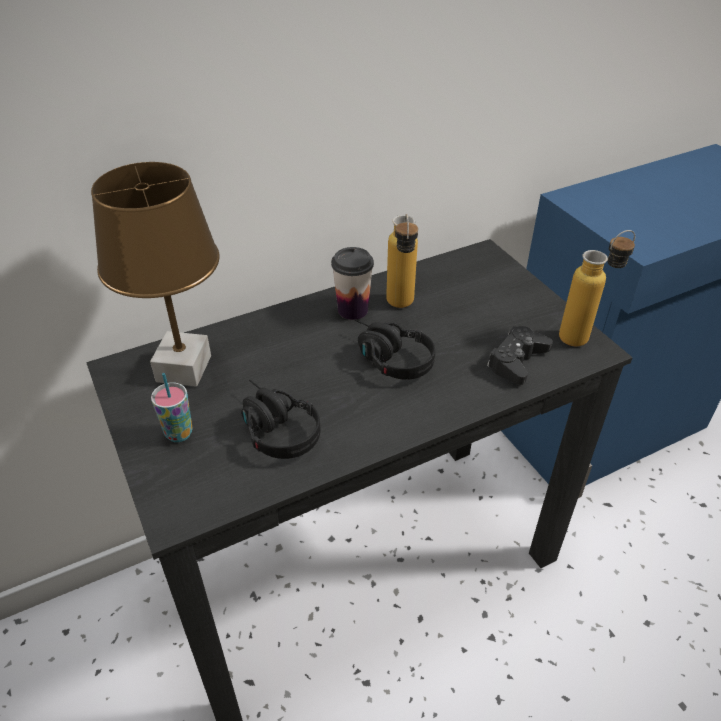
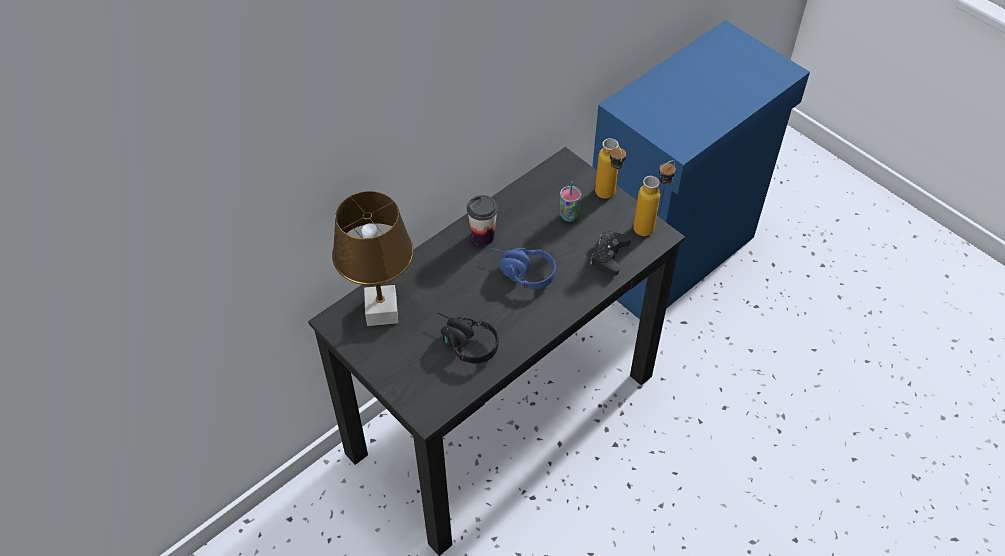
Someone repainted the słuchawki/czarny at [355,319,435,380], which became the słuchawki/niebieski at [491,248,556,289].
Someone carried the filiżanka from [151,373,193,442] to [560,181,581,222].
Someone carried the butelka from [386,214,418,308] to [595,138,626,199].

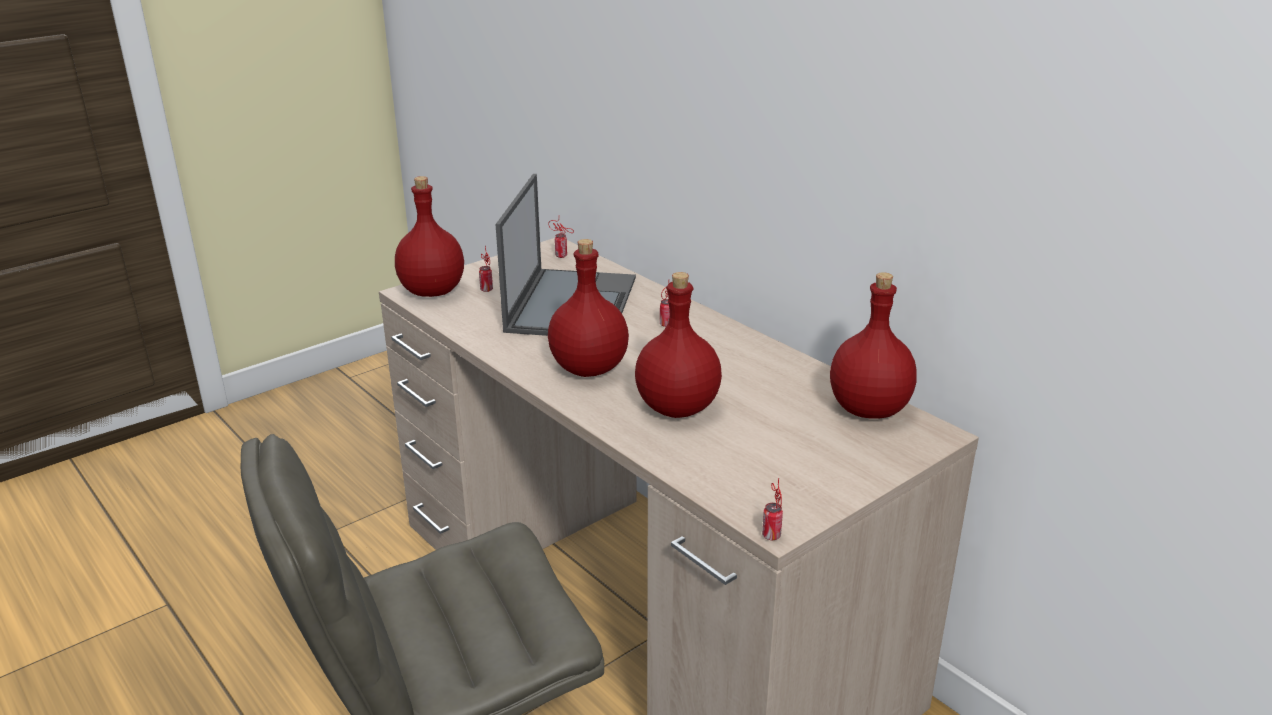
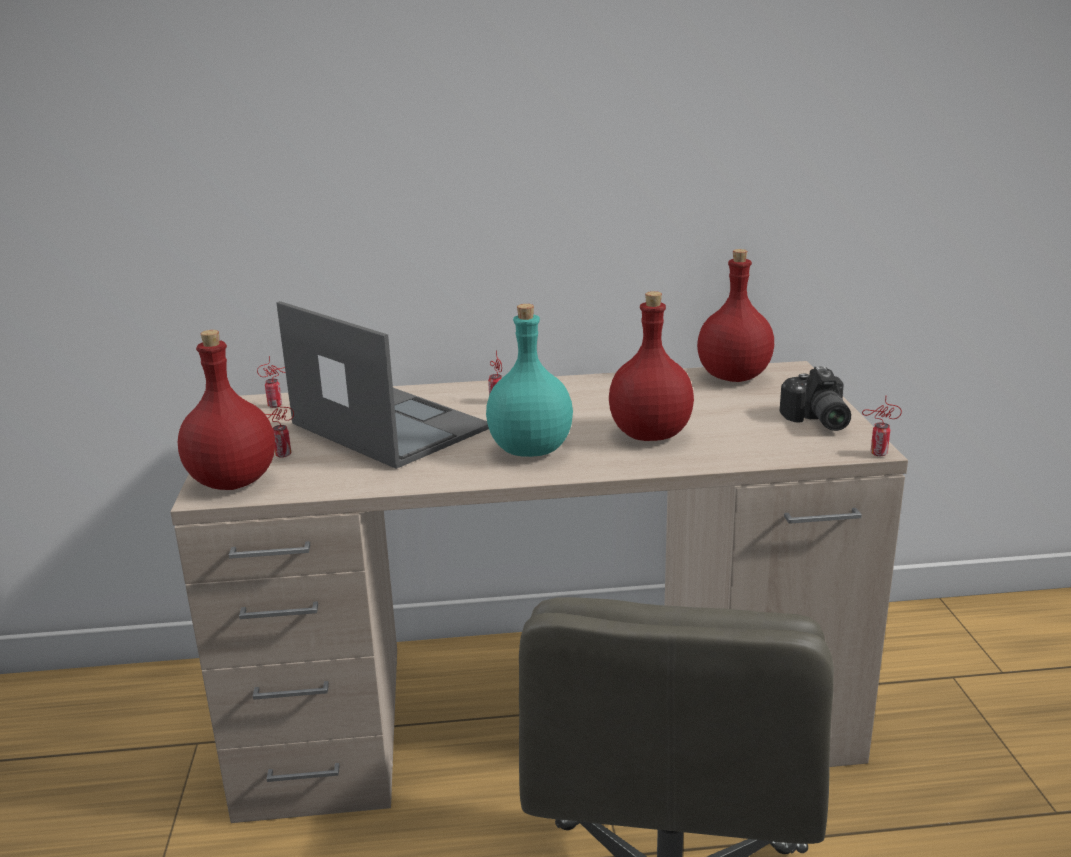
Someone repainted the butelka/czerwony at [548,239,629,377], which became the butelka/turkusowy at [486,304,573,457].
Someone put down the aparat fotograficzny at [780,366,851,431].

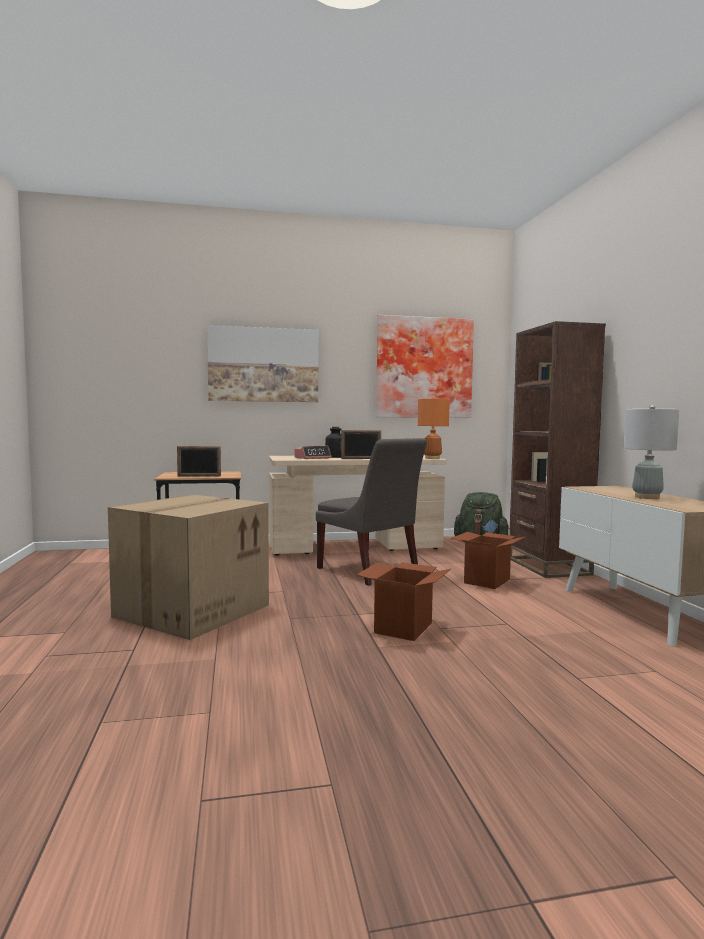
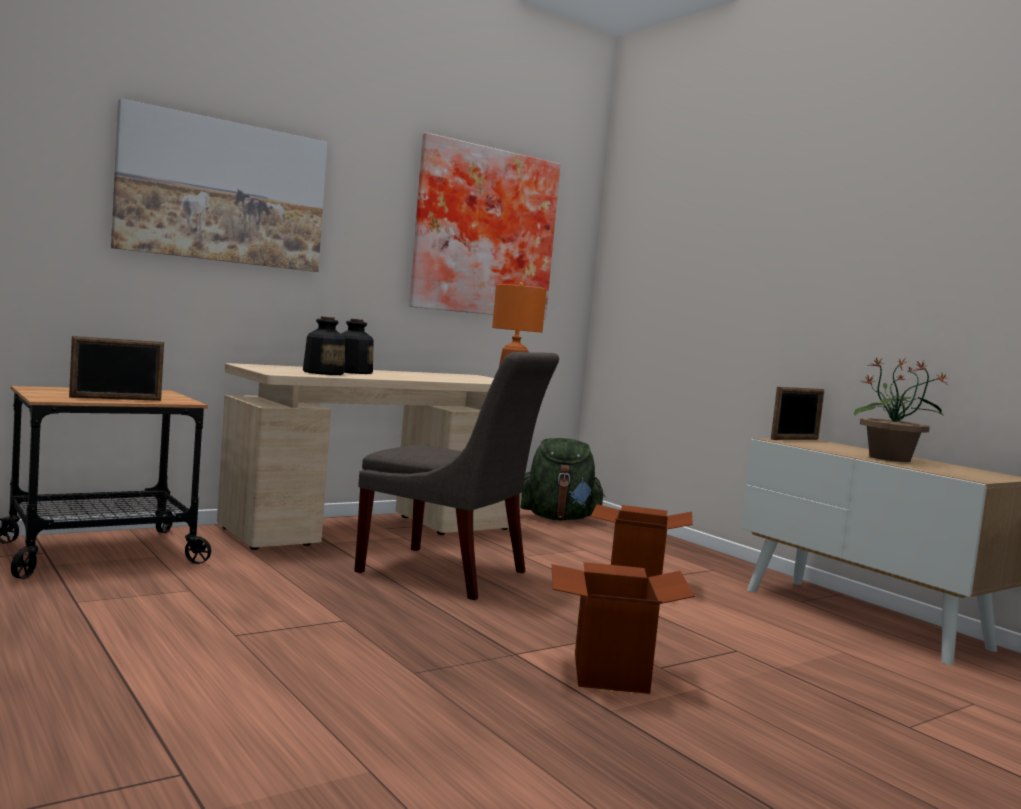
Someone swapped the budzik at [294,446,332,459] for the butelka at [303,316,345,375].
Someone carried the ramka na zdjęcie from [341,430,381,459] to [771,387,824,440].
Someone swapped the lampa stołowa/szary at [624,405,679,499] for the roślina doniczkowa at [854,358,948,462].
Someone took away the karton at [108,495,269,640].
Someone took away the regał/brązowy at [509,321,606,578].

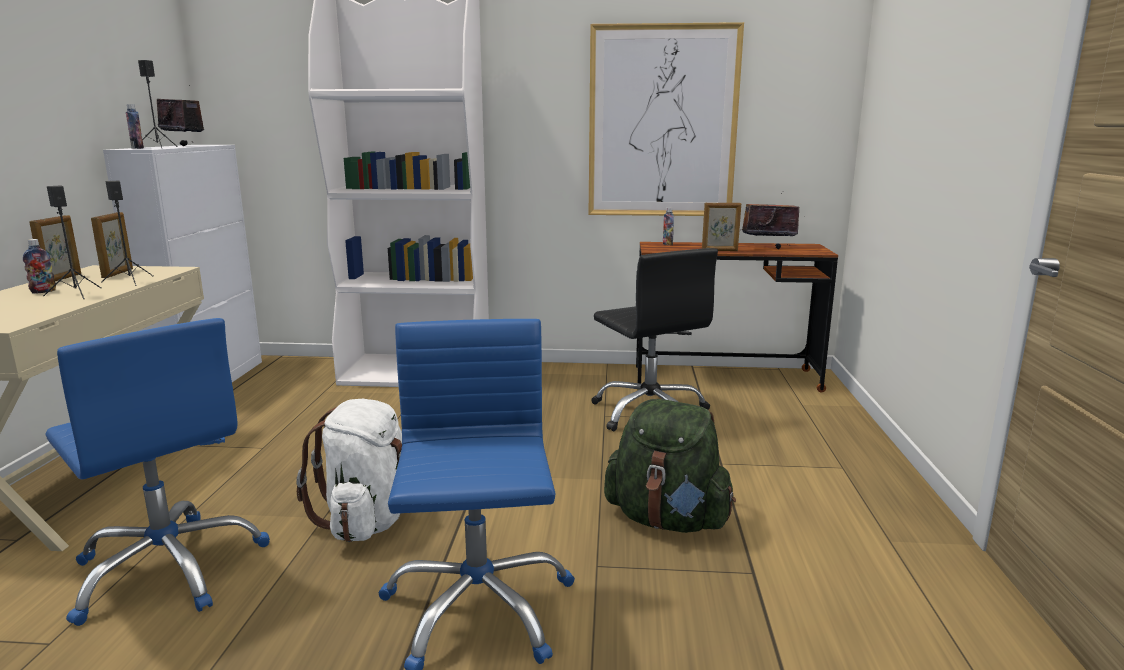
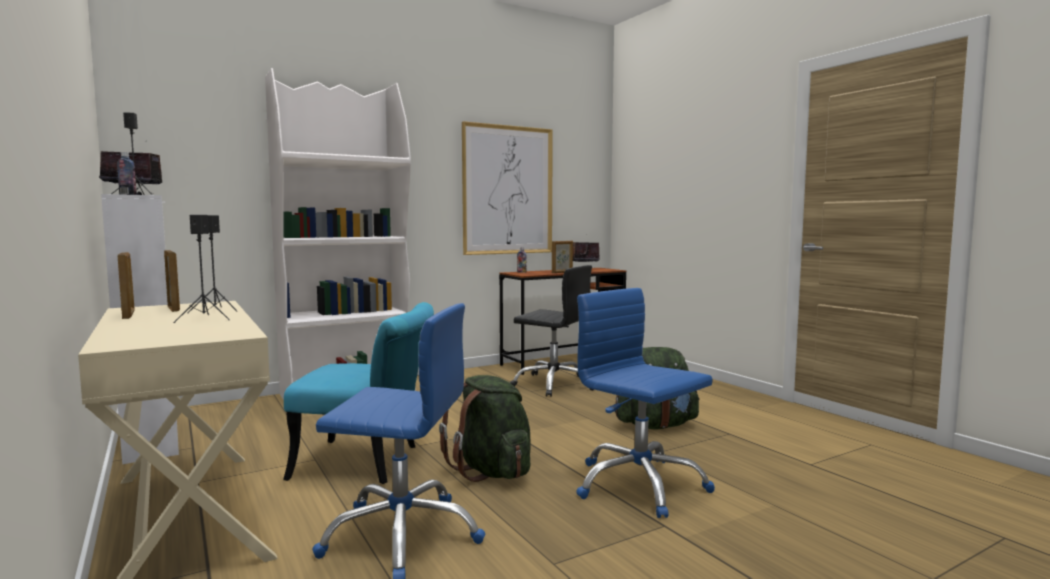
Someone put down the krzesło/turkusowy at [283,302,434,484].
Someone repainted the plecak/biały at [296,399,402,542], which became the plecak/zielony at [439,375,531,482].
Someone took away the butelka at [23,239,56,294].

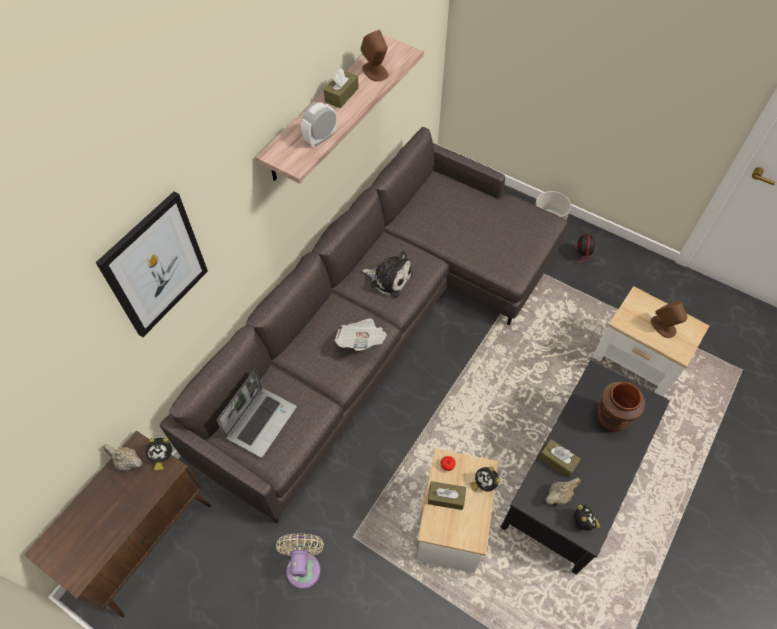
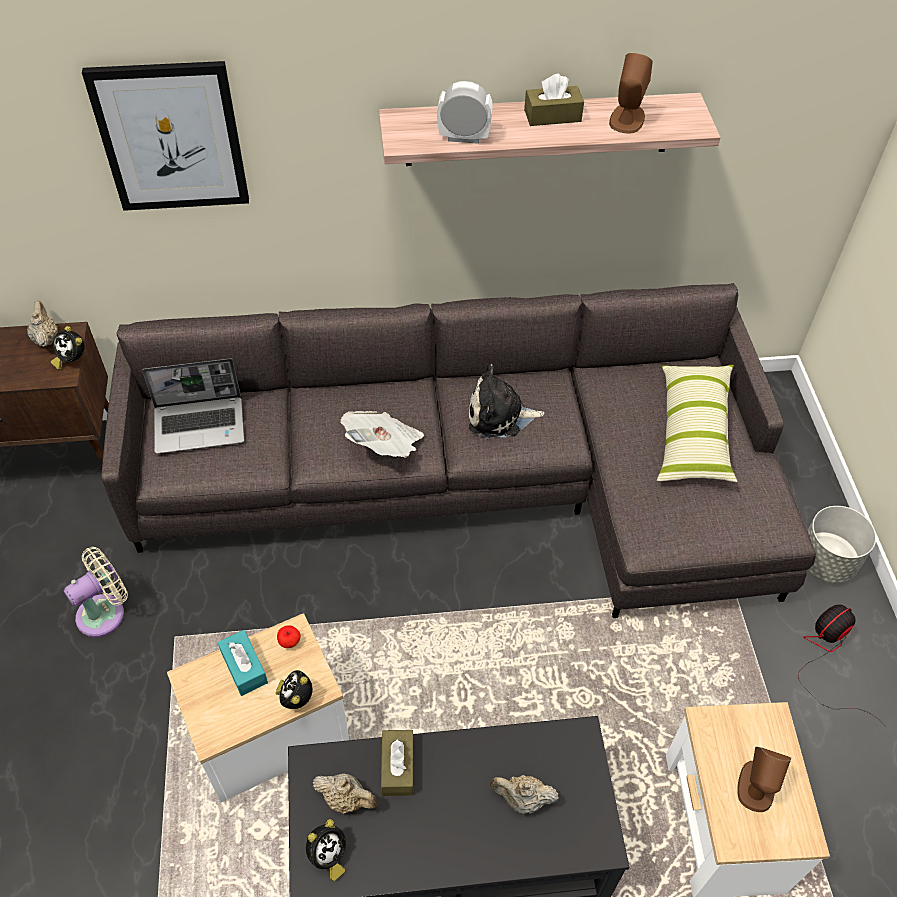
Someone repainted the pudełko chusteczek/brązowy at [428,481,466,510], which became the pudełko chusteczek/turkusowy at [218,630,268,696].
Someone rotated the pluszak at [362,251,413,297] by 105 degrees clockwise.
Someone swapped the wazon/brązowy at [598,382,645,432] for the imbryk/beżowy at [490,775,559,814].
Someone put down the poduszka at [657,365,737,482].

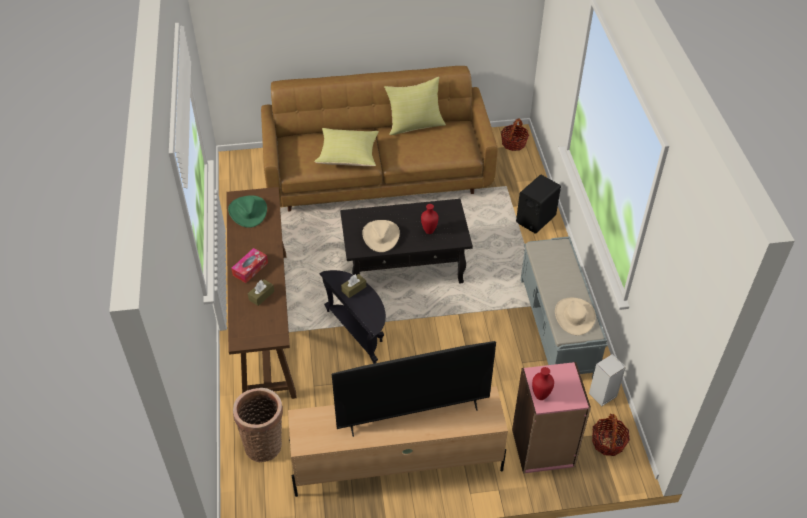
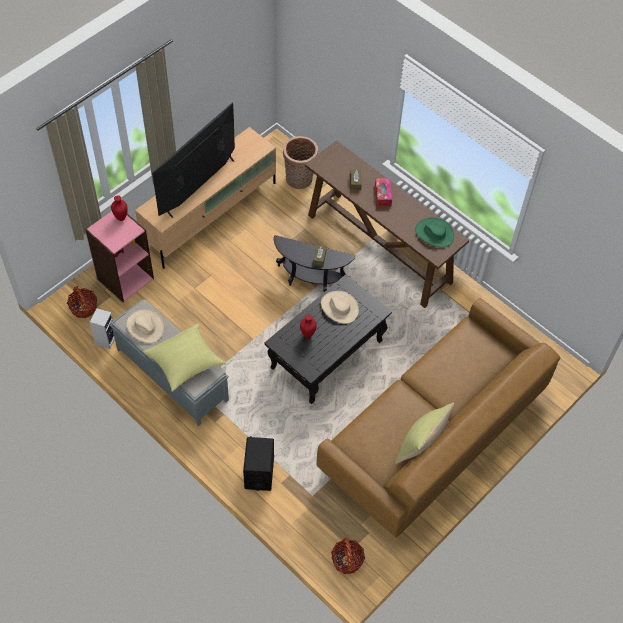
Someone carried the poduszka/żółty from [314,128,379,166] to [143,324,226,392].

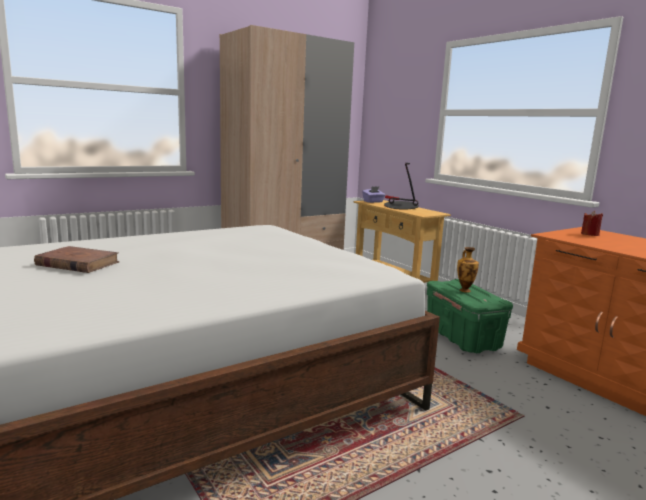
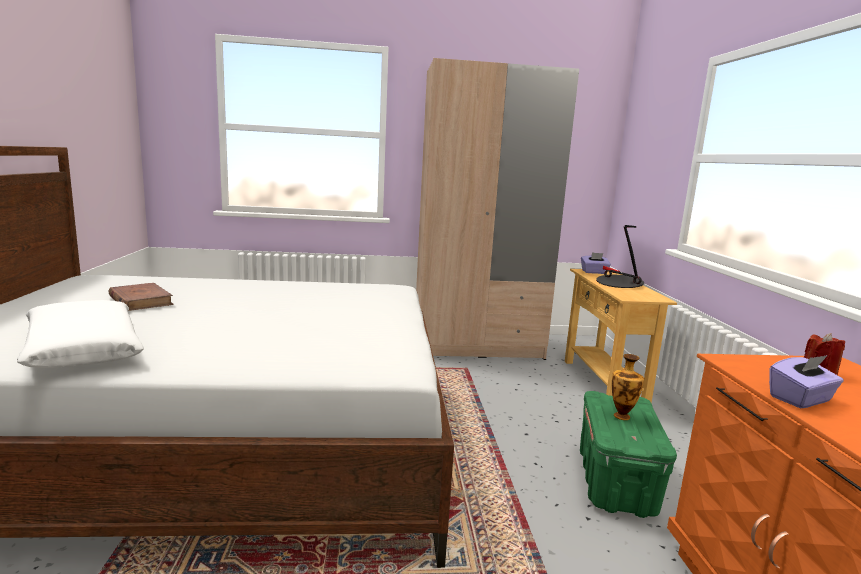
Someone put down the poduszka/biały at [17,300,144,368].
Someone put down the pudełko chusteczek/fioletowy at [769,355,844,408].

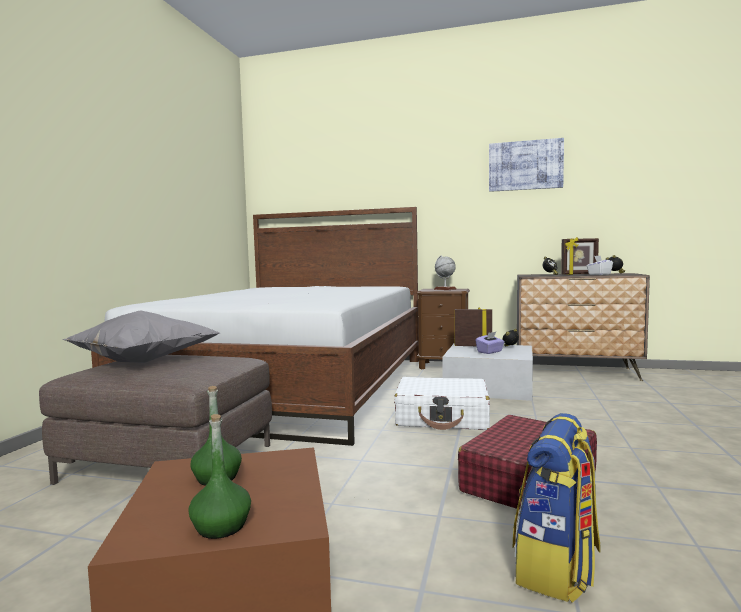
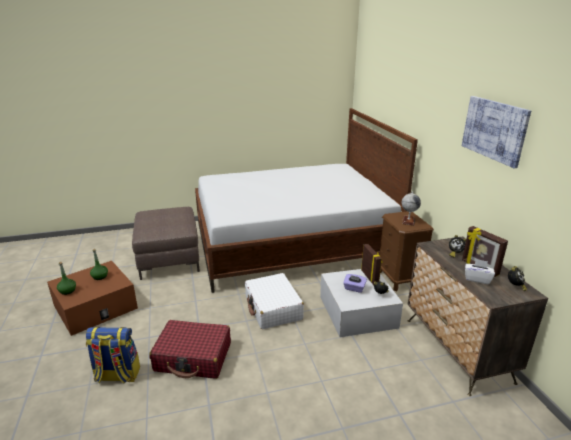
Someone took away the poduszka/szary at [62,310,220,363].

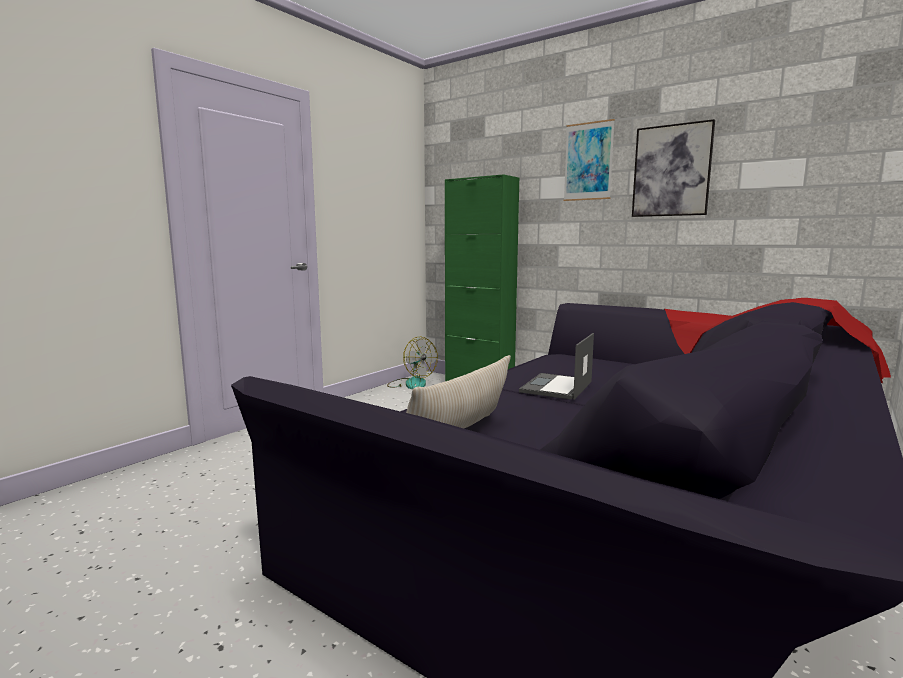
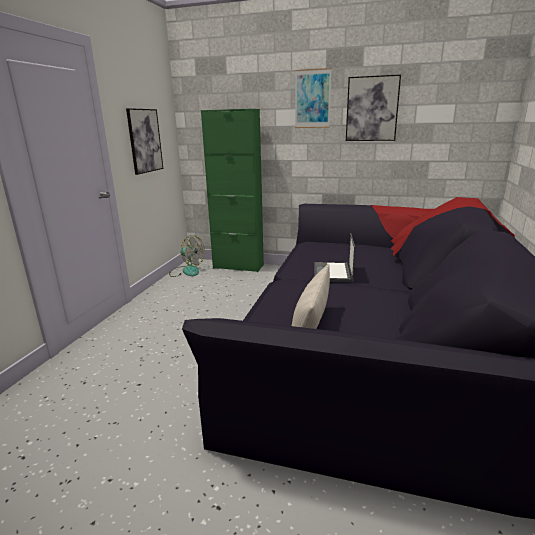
Someone put up the obraz at [126,108,163,175].

